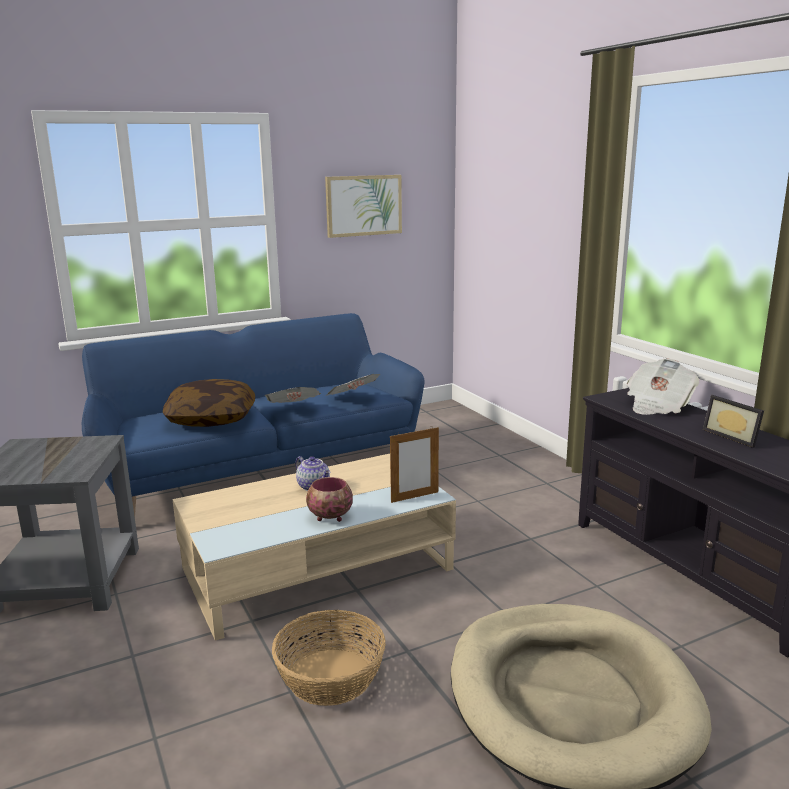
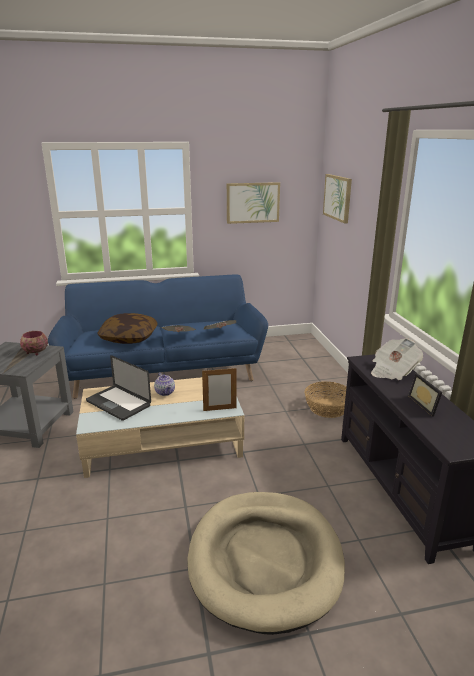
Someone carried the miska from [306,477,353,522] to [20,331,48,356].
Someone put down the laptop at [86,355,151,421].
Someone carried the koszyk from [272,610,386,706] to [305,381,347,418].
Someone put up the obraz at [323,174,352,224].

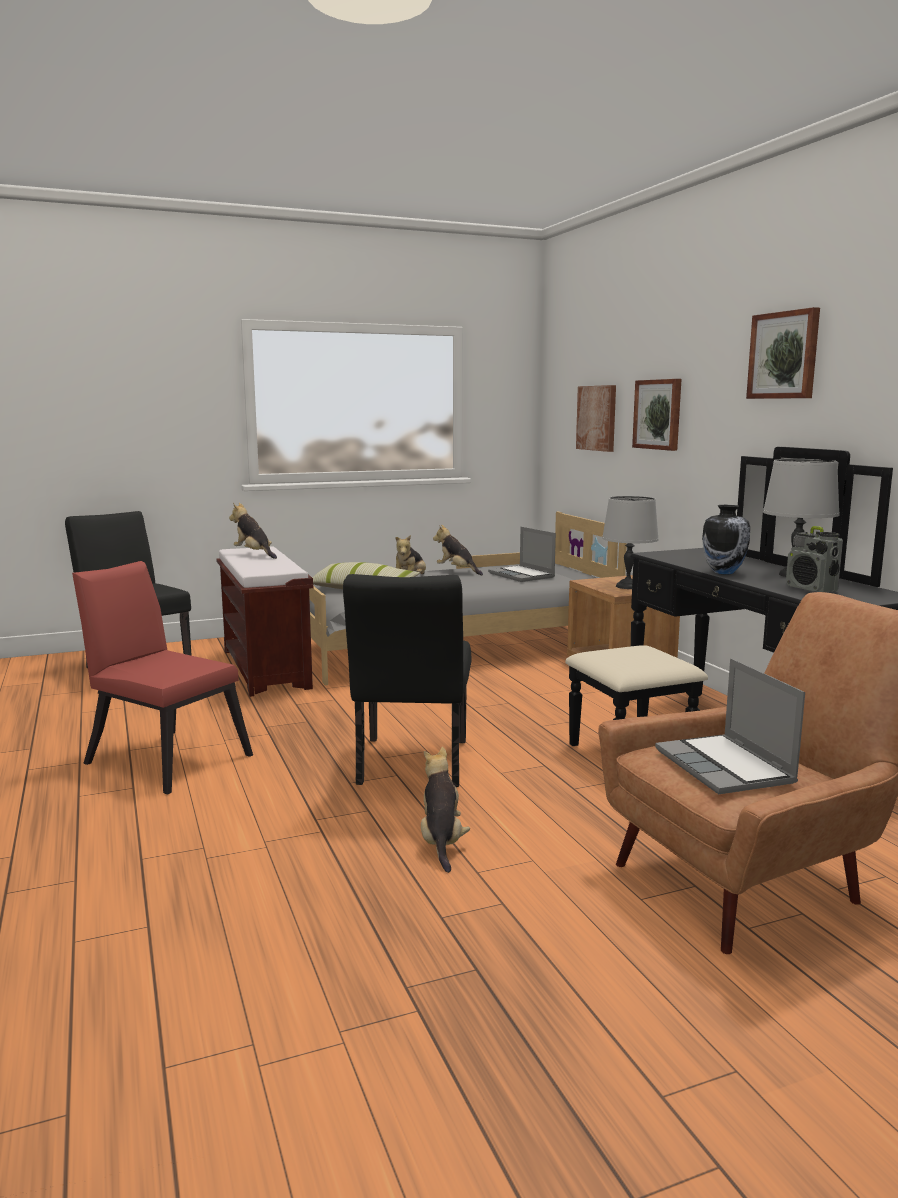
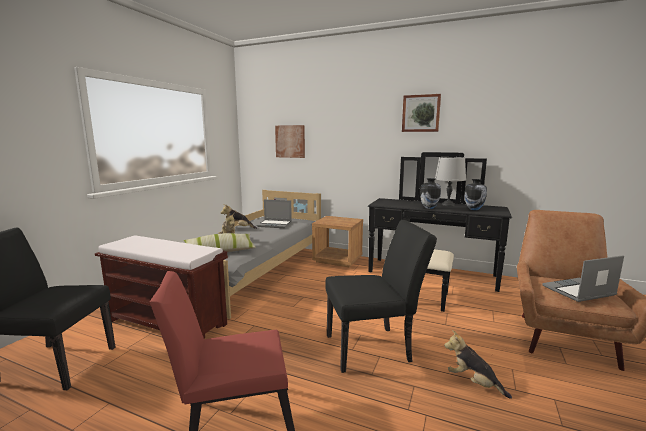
Someone rotated the krzesło/czarny at [343,574,471,787] by 60 degrees counterclockwise.
Someone swapped the radio at [786,526,843,592] for the wazon at [464,179,487,210].
Someone rotated the laptop at [655,658,805,794] by 135 degrees clockwise.
Someone took away the pluszak at [229,503,277,559].
Someone took away the lampa stołowa/szary at [602,496,659,589].
Someone took away the obraz at [632,379,681,451].

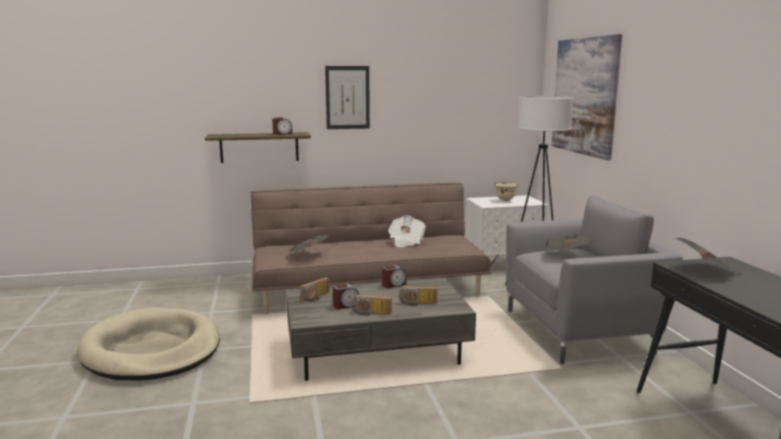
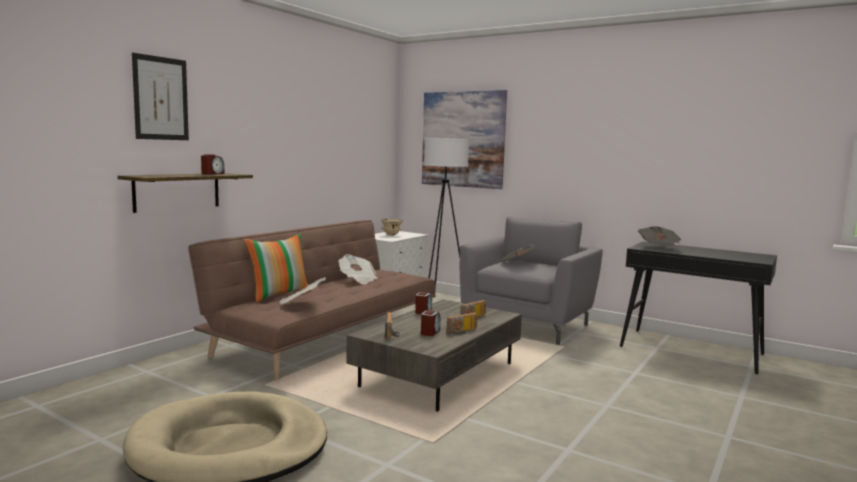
Someone carried the obraz from [325,66,370,129] to [132,53,189,140].
Someone put down the poduszka at [244,233,311,302].

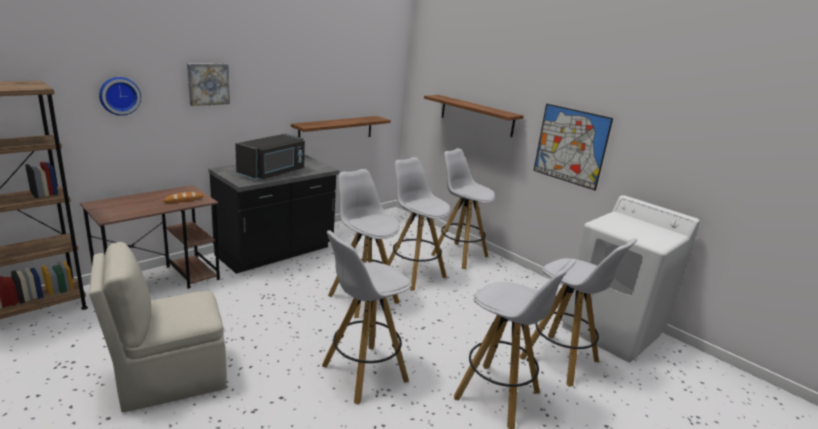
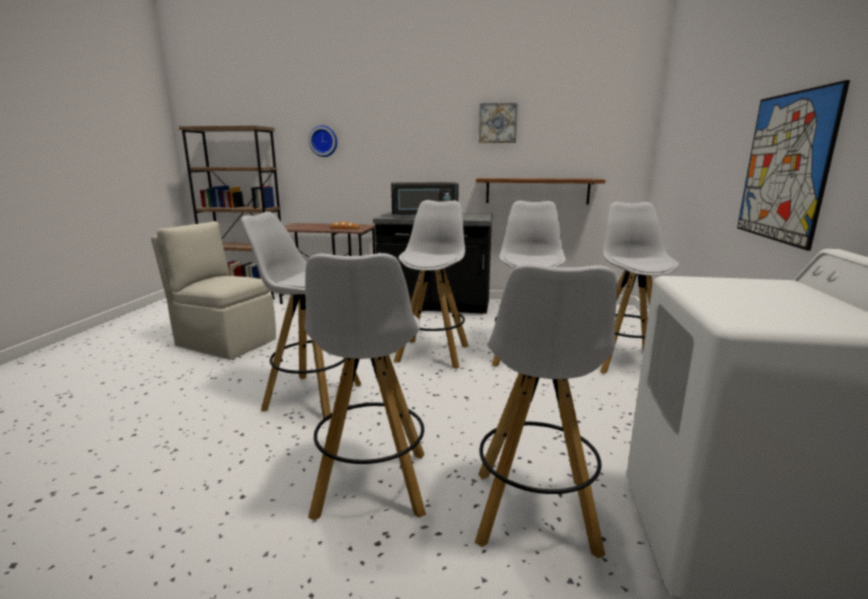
Someone carried the obraz from [187,64,230,106] to [479,103,518,143].
Someone took away the półka at [424,95,524,137].

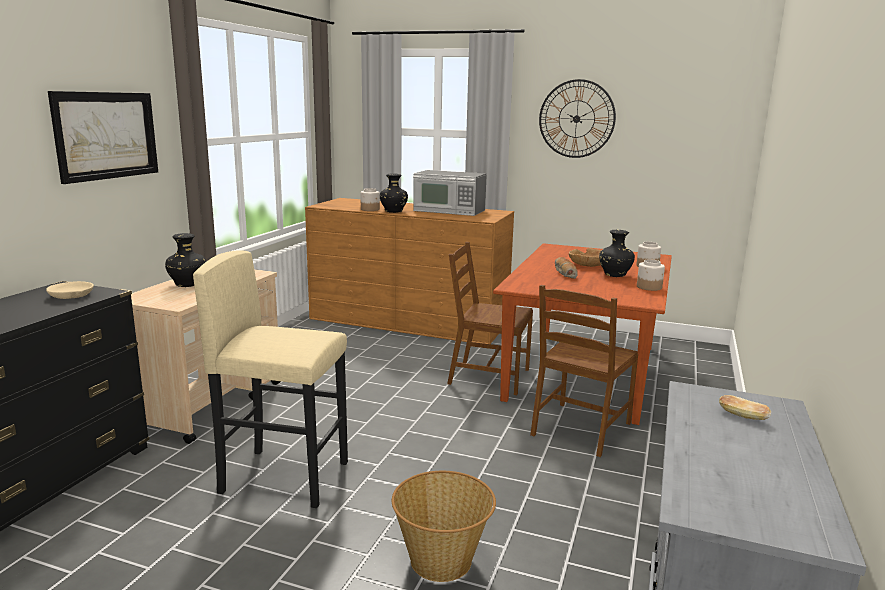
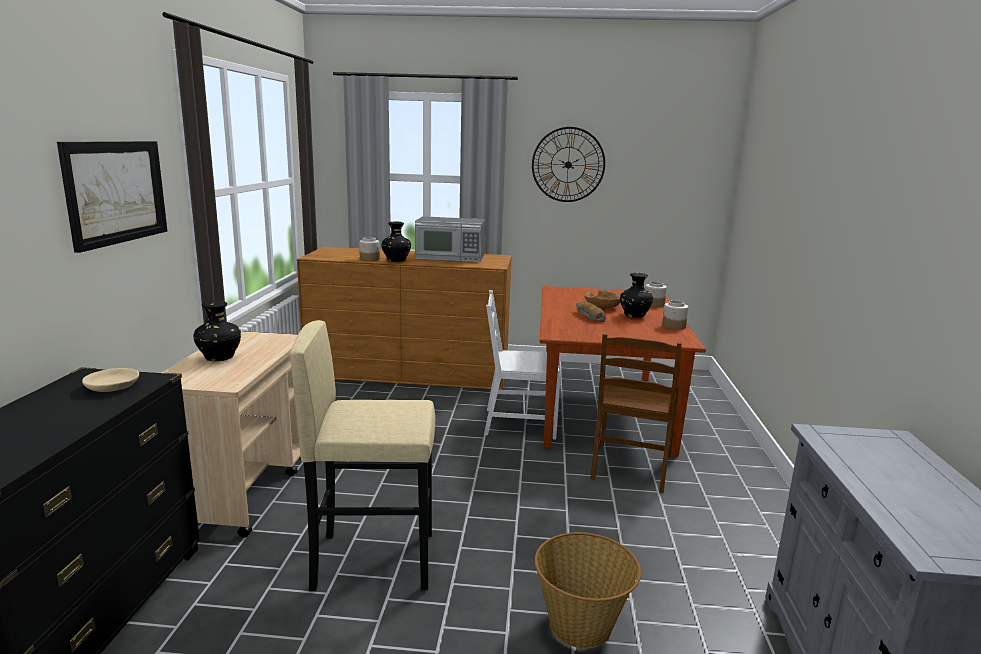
Someone repainted the krzesło/brązowy at [447,242,533,395], which became the krzesło/biały at [484,290,561,439].
Someone took away the chleb at [719,395,771,420].

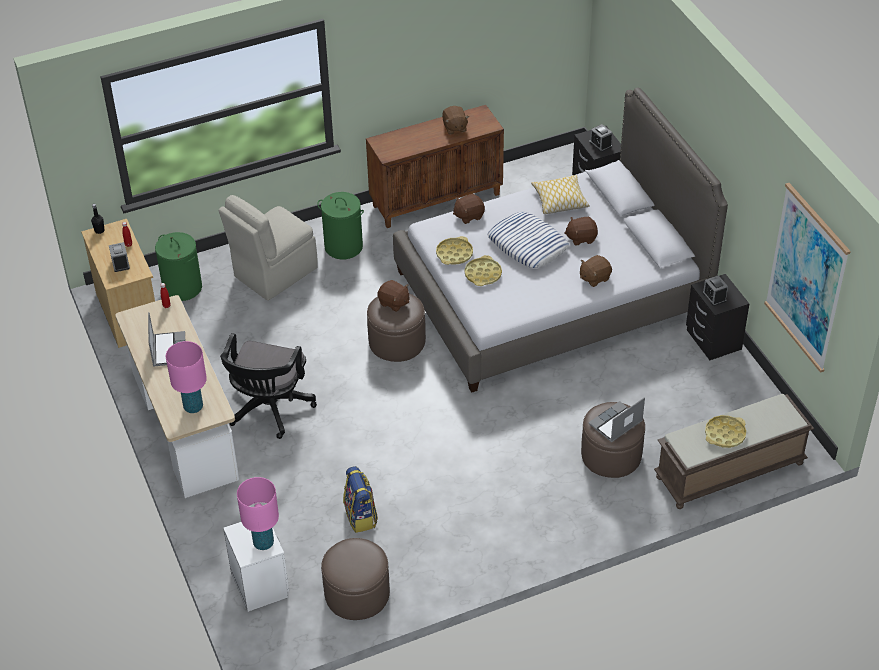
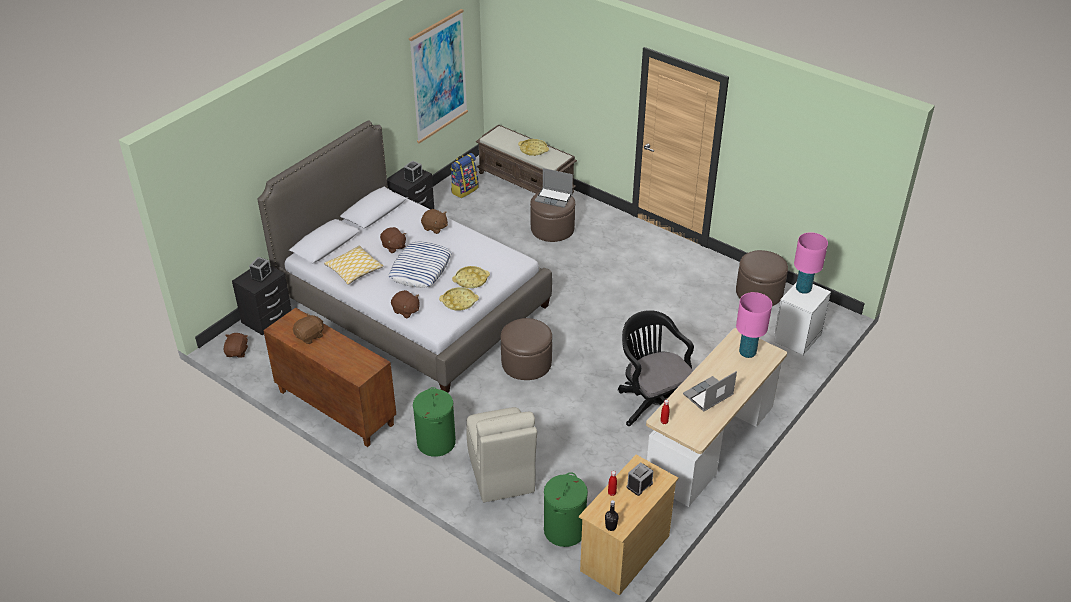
Someone carried the pluszak/brązowy from [377,280,409,312] to [223,333,248,358].
Someone carried the plecak from [343,466,378,533] to [450,153,479,198].
Someone rotated the krzesło/beżowy at [219,195,318,301] by 60 degrees clockwise.
Someone rotated the krzesło biurowe/czarny at [220,333,317,439] by 105 degrees counterclockwise.

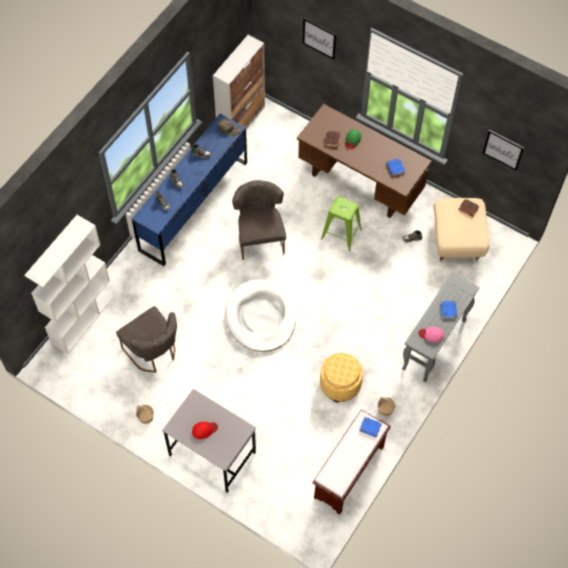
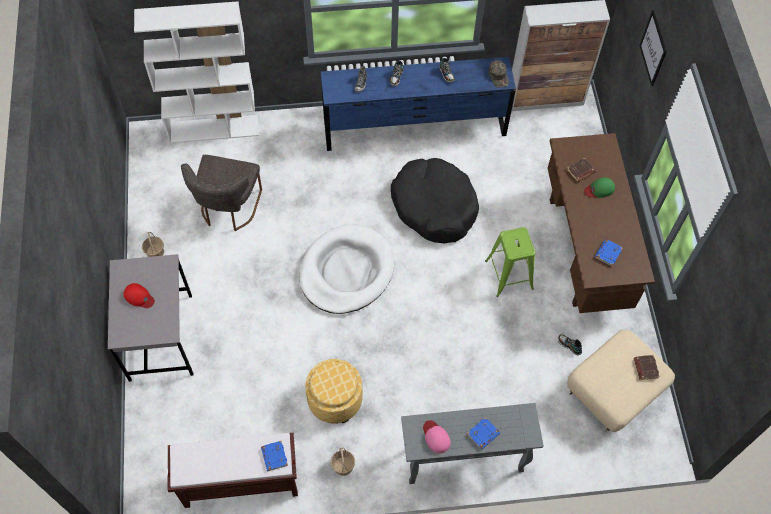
Someone swapped the krzesło/szary at [232,180,286,260] for the legowisko/czarny at [391,158,479,243].
Someone took away the obraz at [483,130,524,171].

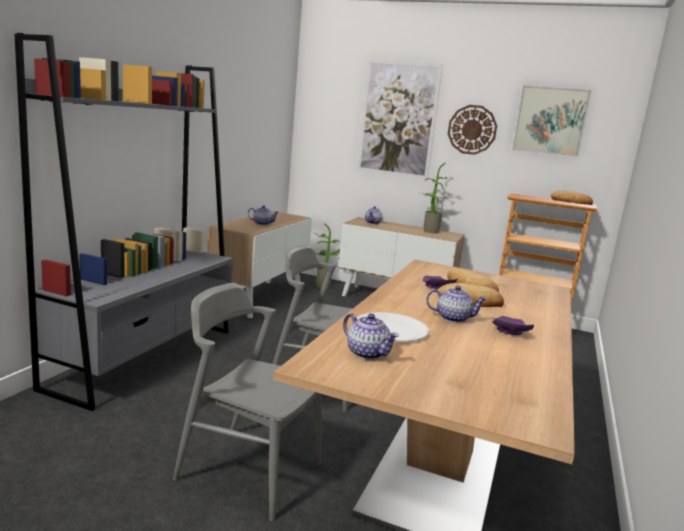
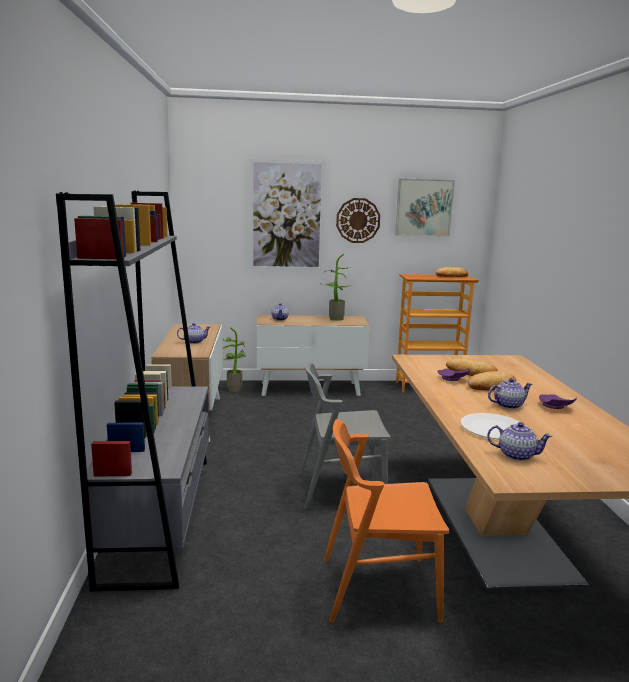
Someone repainted the krzesło/szary at [173,283,322,521], which became the krzesło/pomarańczowy at [324,419,449,623].

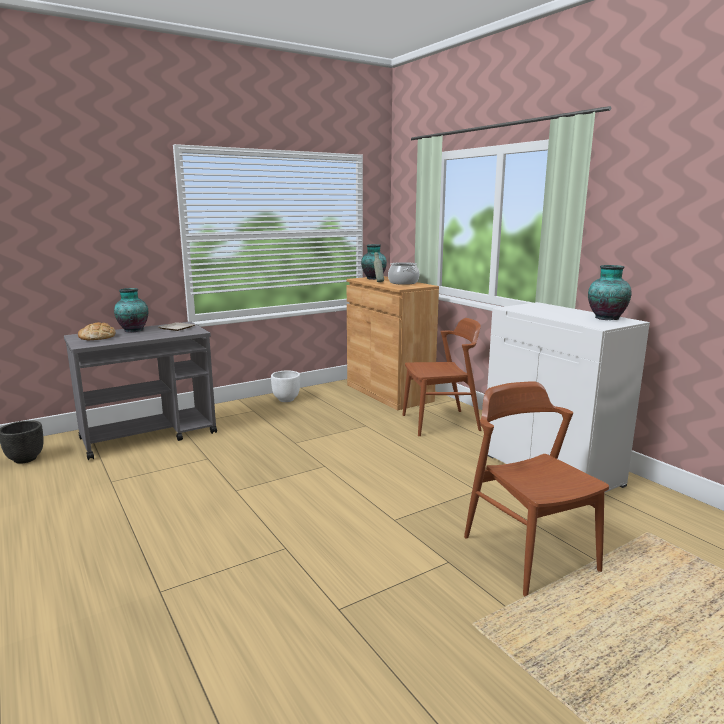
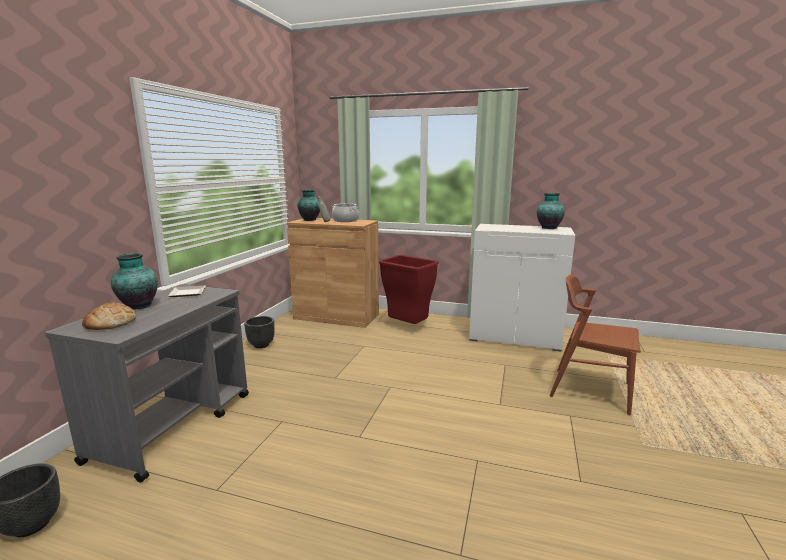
Someone repainted the donica/biały at [271,371,300,402], which became the donica/czarny at [244,316,275,348].
Someone swapped the krzesło/brązowy at [402,318,481,436] for the kosz na śmieci/czerwony at [379,255,439,324].

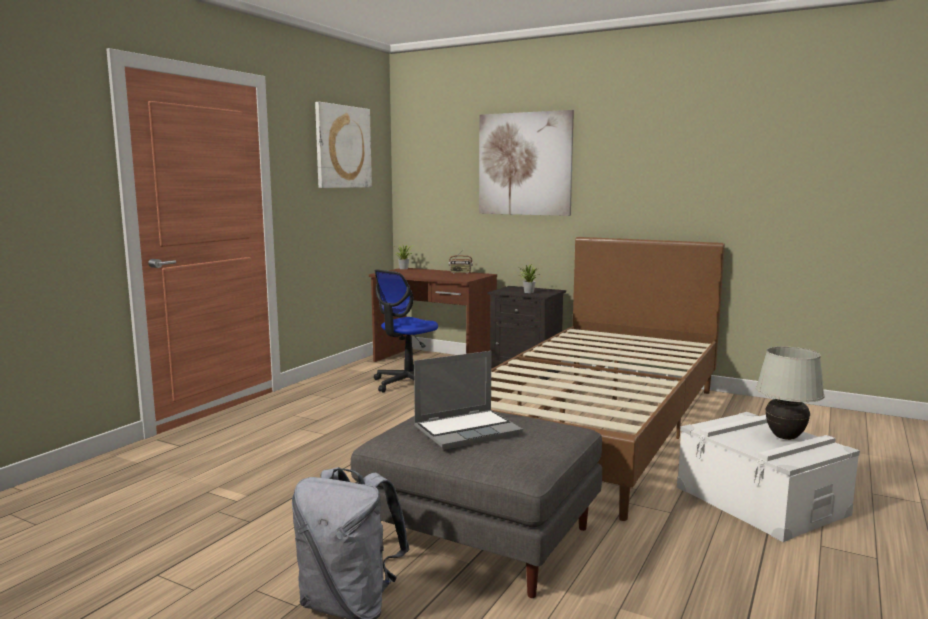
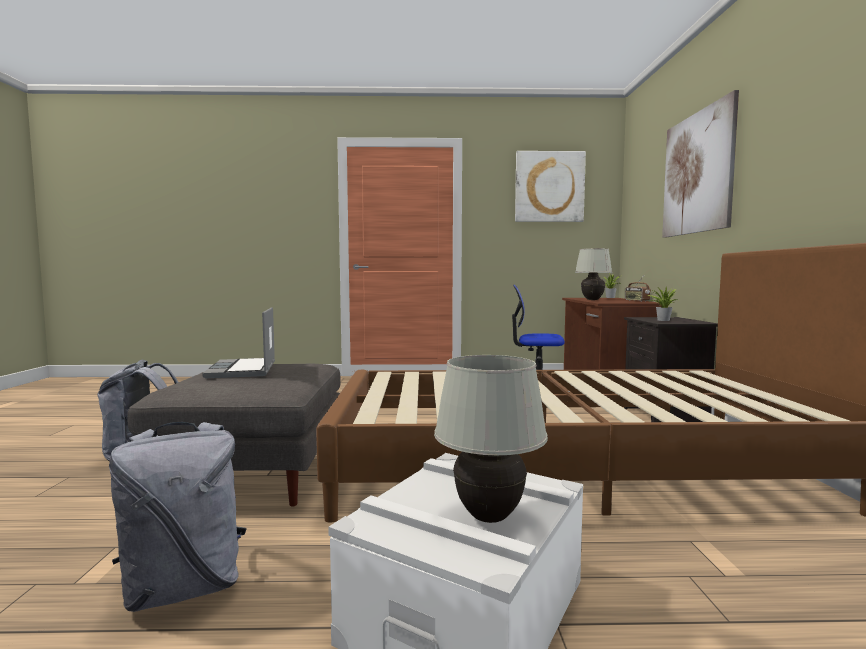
Someone put down the plecak/szary at [109,422,247,612].
Someone rotated the laptop at [414,351,523,450] by 45 degrees clockwise.
Someone put down the lampa stołowa/biały at [575,248,612,300].

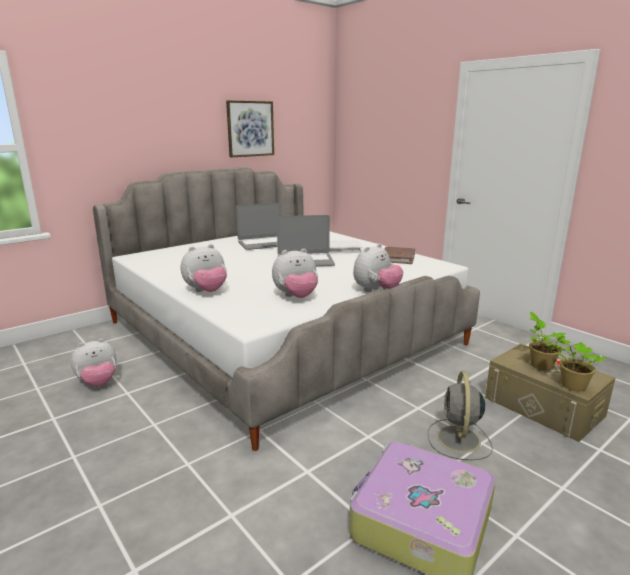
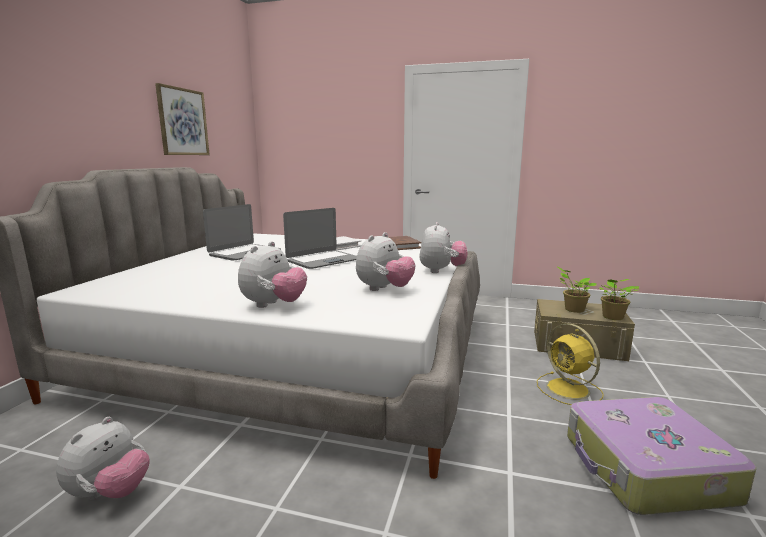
Someone repainted the wentylator/szary at [428,372,493,460], which became the wentylator/żółty at [537,323,604,405].

